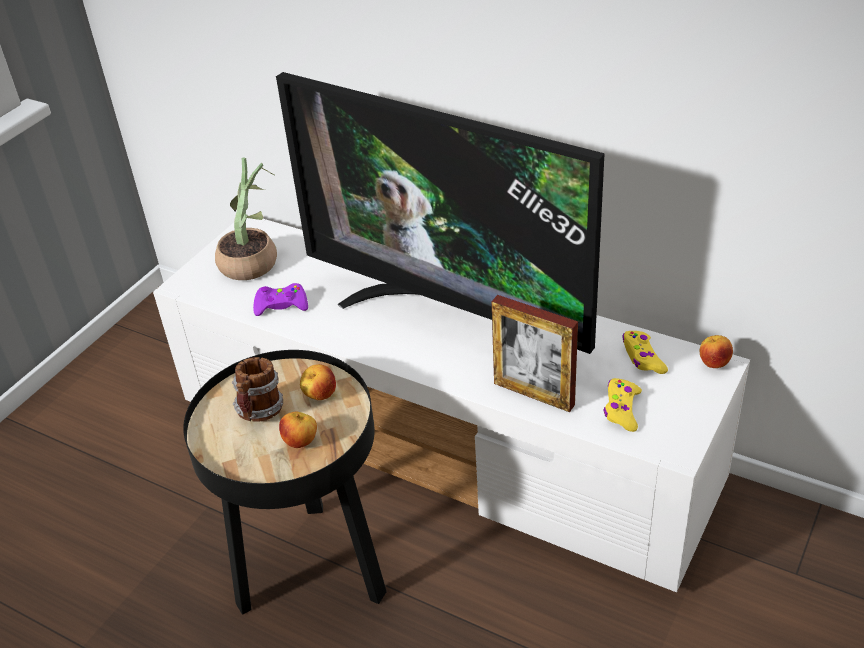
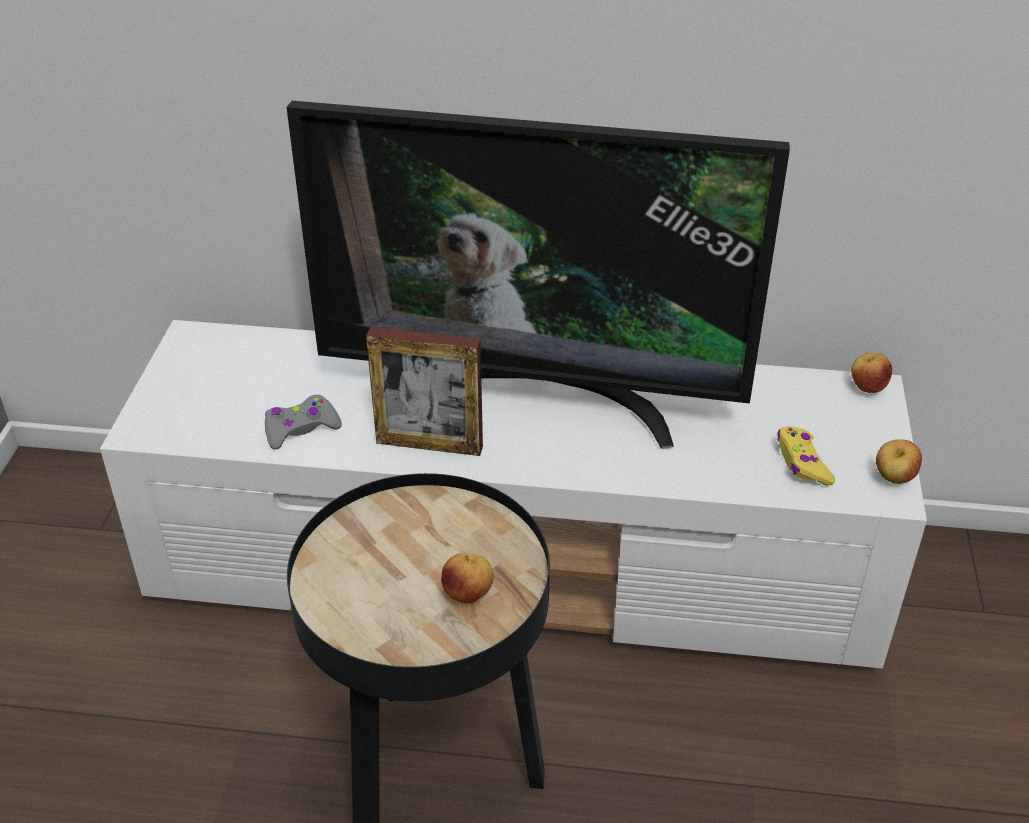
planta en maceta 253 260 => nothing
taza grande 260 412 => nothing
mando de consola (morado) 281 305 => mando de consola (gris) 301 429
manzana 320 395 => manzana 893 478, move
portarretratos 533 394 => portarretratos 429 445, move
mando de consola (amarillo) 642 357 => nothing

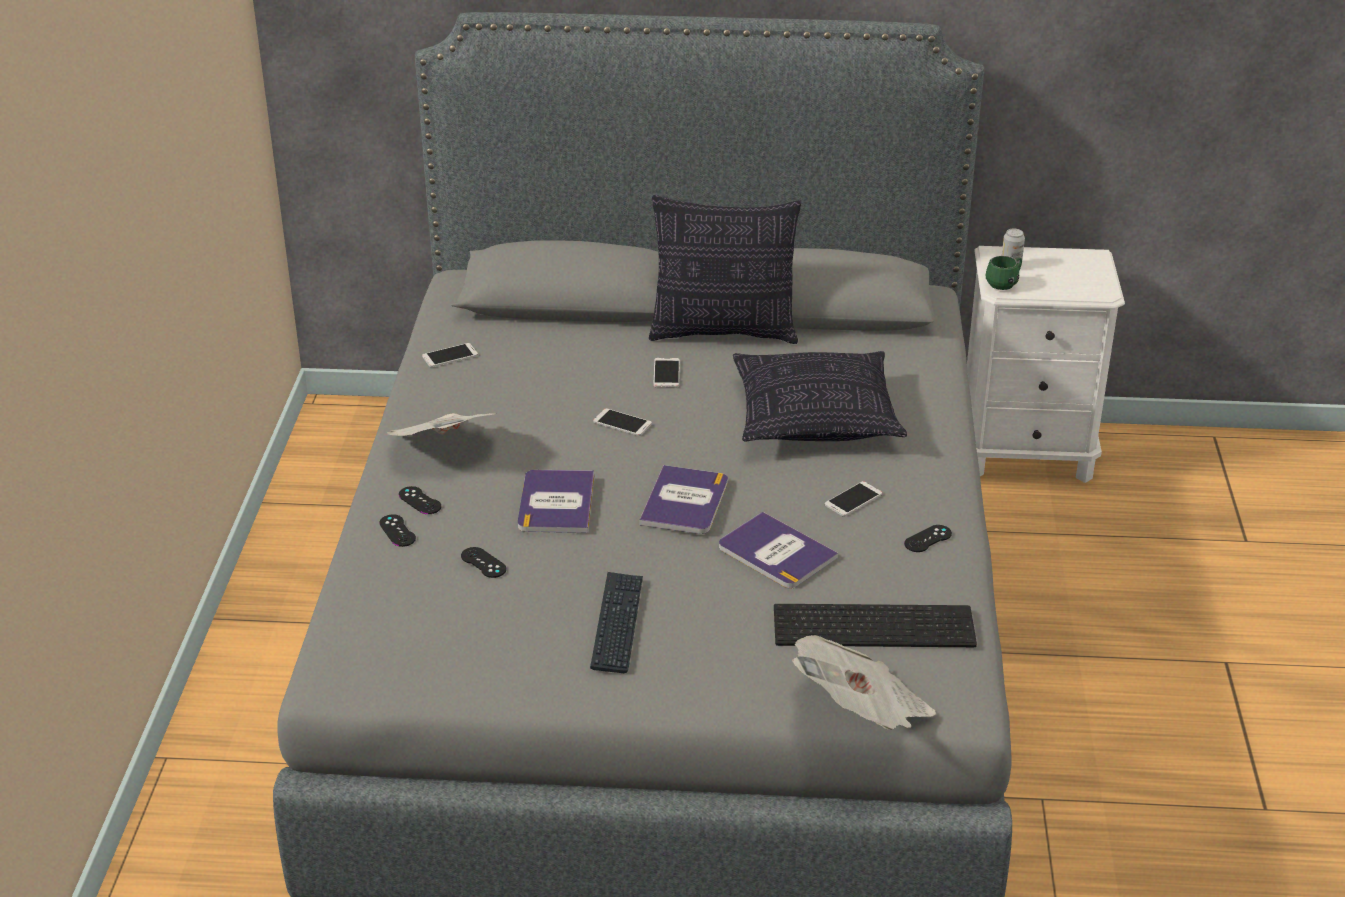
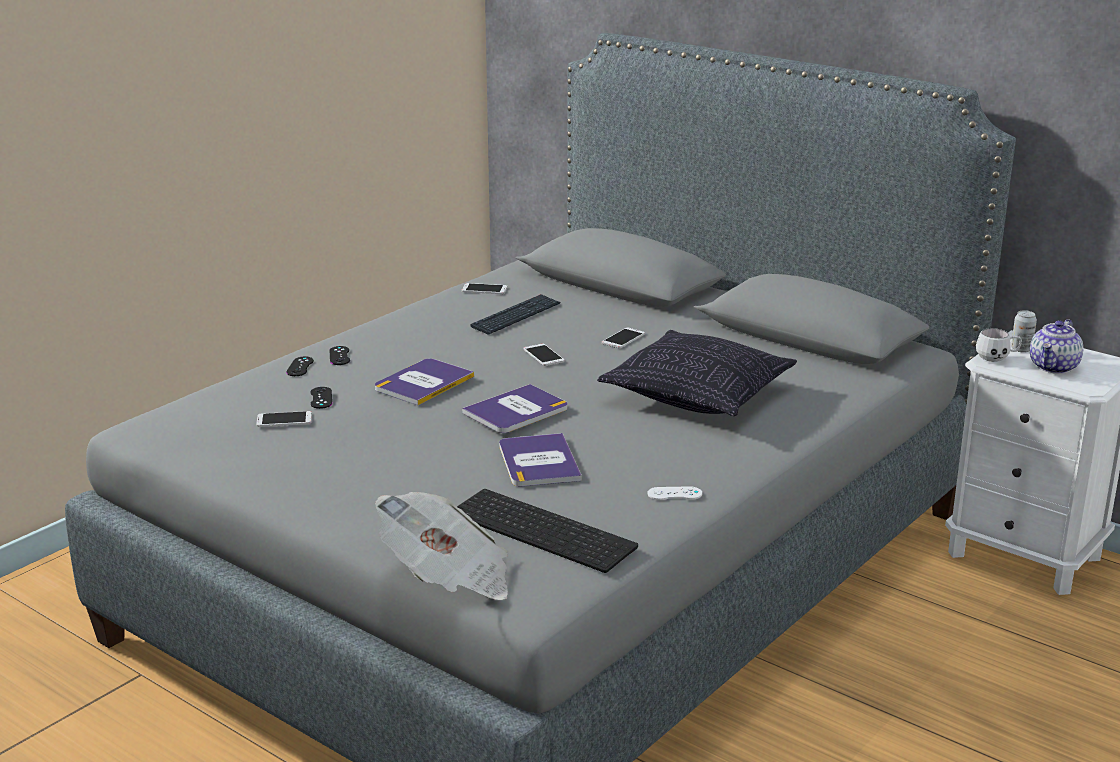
periódico 443 449 => nothing
teclado 617 623 => teclado 516 316, move
cojín 724 332 => nothing
móvil 853 499 => móvil 284 420, move
mando de consola (negro) 928 539 => mando de consola (blanco) 674 494
taza grande (verde) 1005 284 => taza grande (blanco) 997 358
nothing => tetera 1054 367

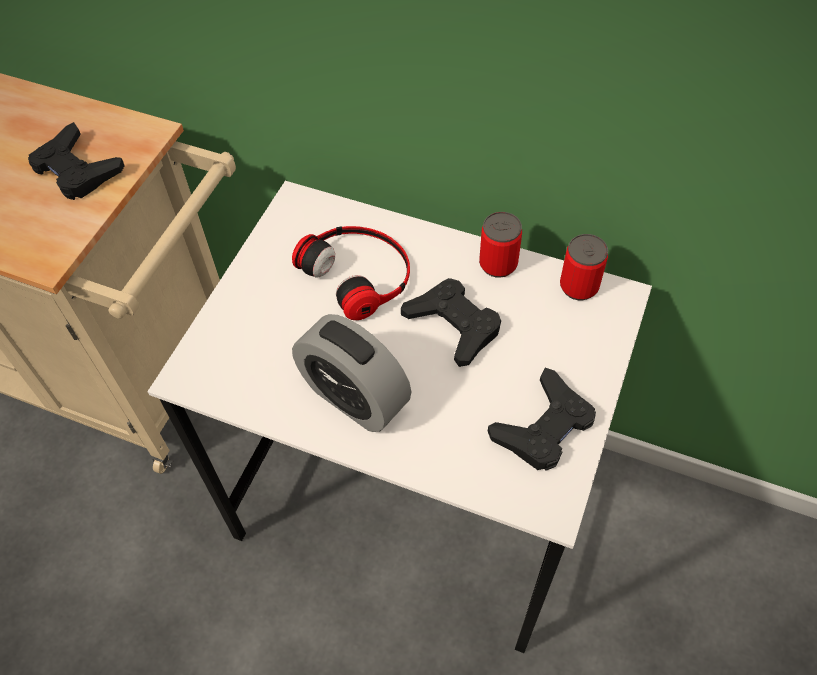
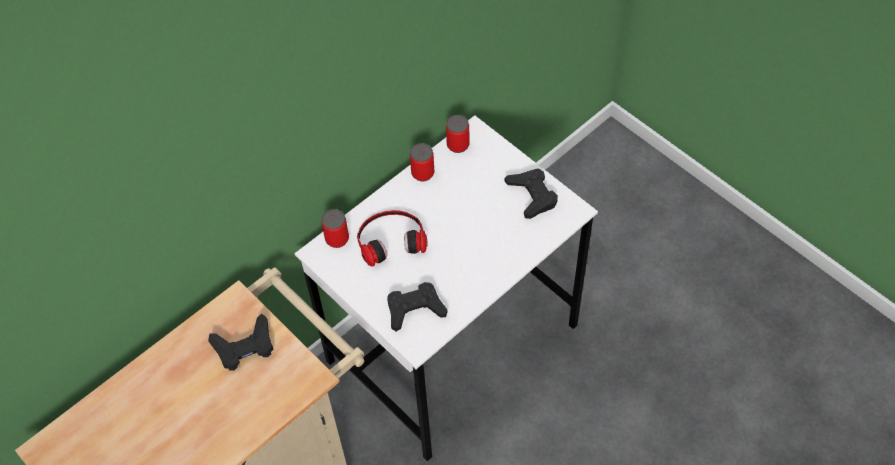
despertador 354 397 => nothing
mando de consola (negro) 453 325 => mando de consola (negro) 415 309, move
nothing => lata 337 239

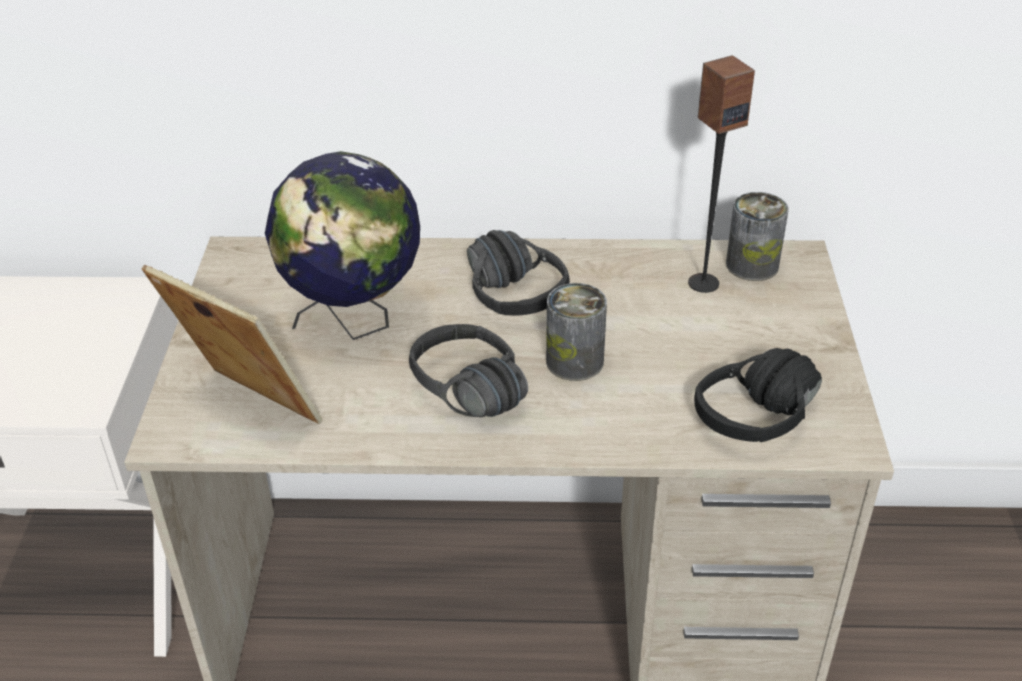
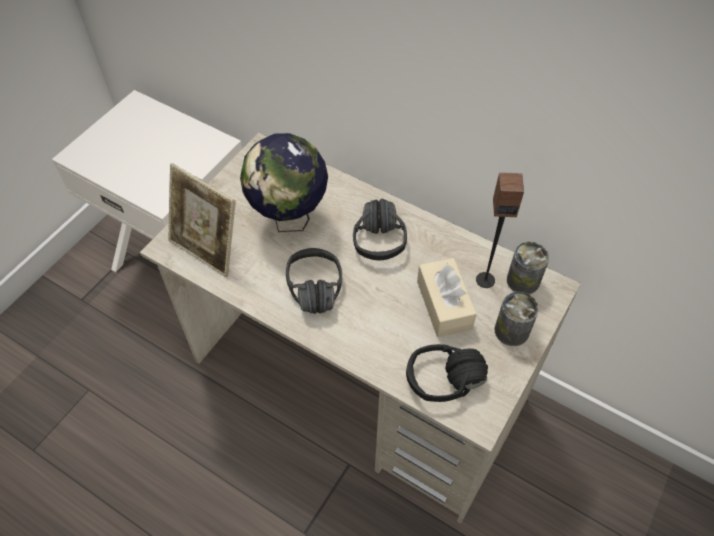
portarretratos 248 409 => portarretratos 207 249, 150 degrees clockwise
lata 574 361 => lata 511 331, move
nothing => caja de pañuelos (beis) 444 305

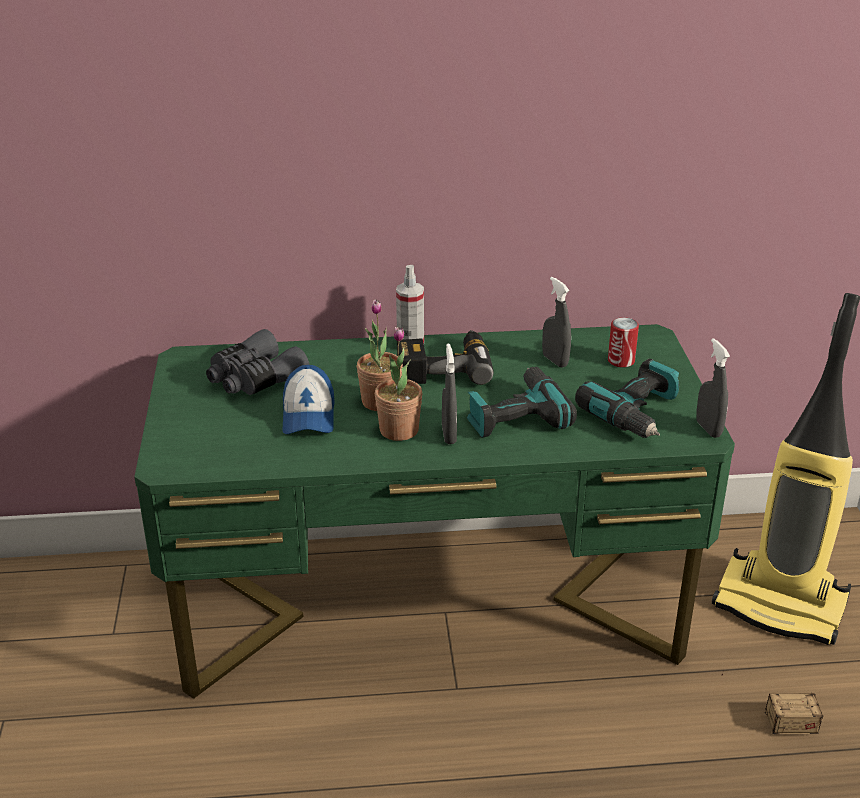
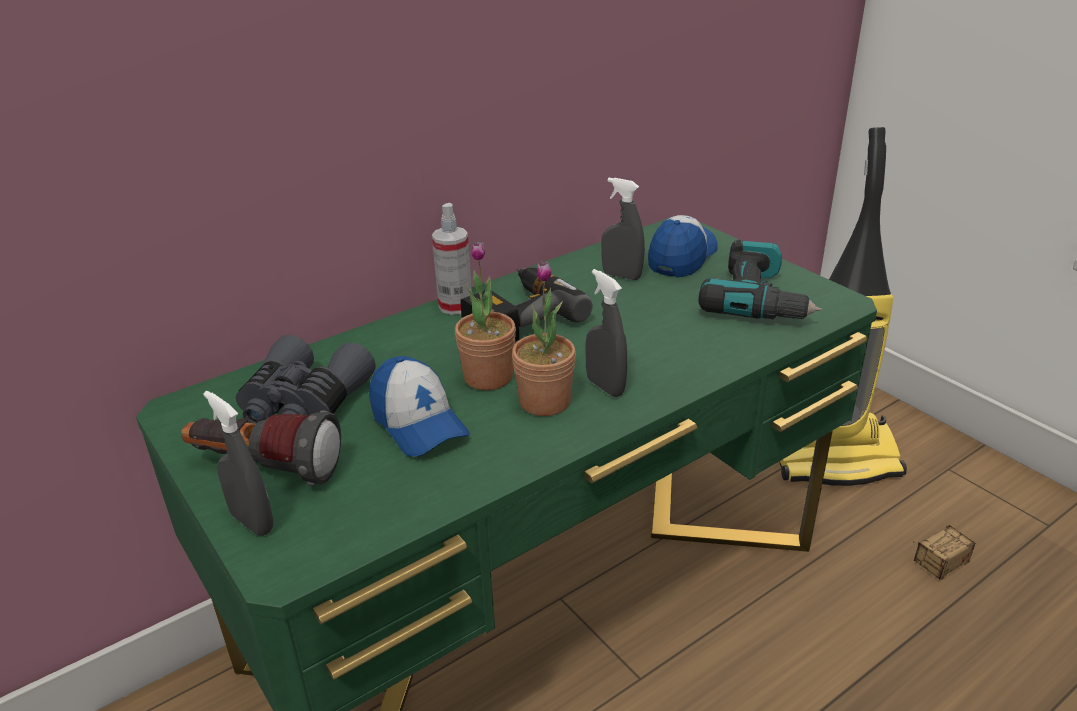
taladro 515 414 => nothing
lata 621 361 => gorra 682 257
pulverizador (gris) 708 429 => pulverizador (gris) 252 522, move
nothing => linterna 265 469

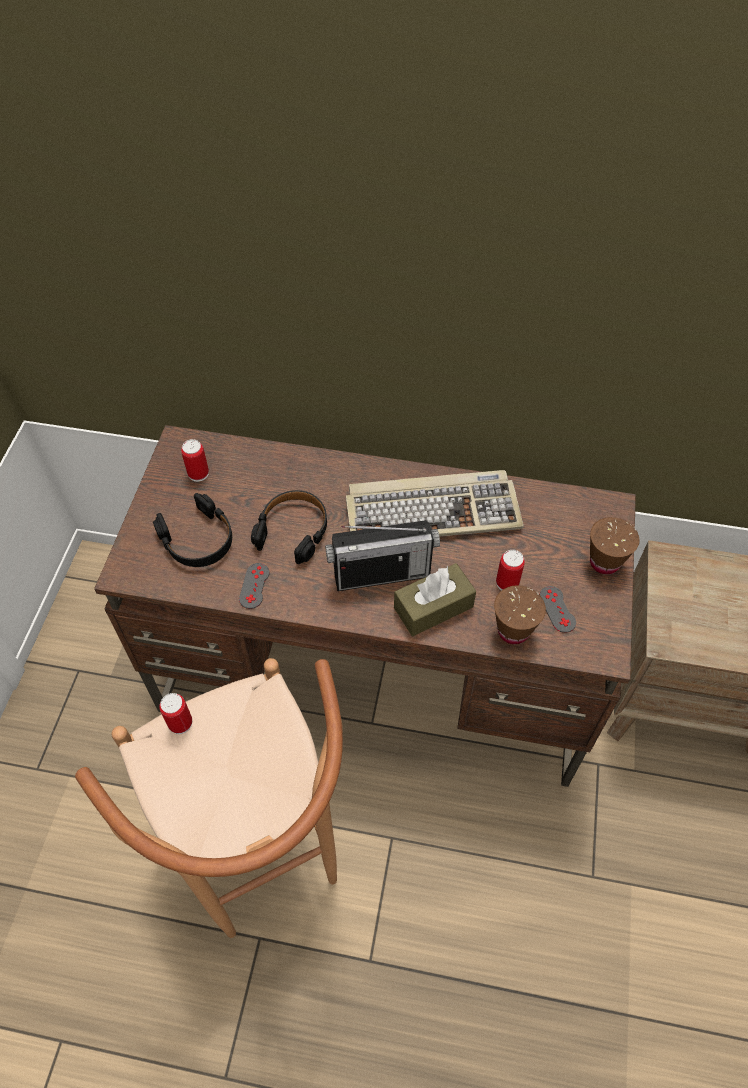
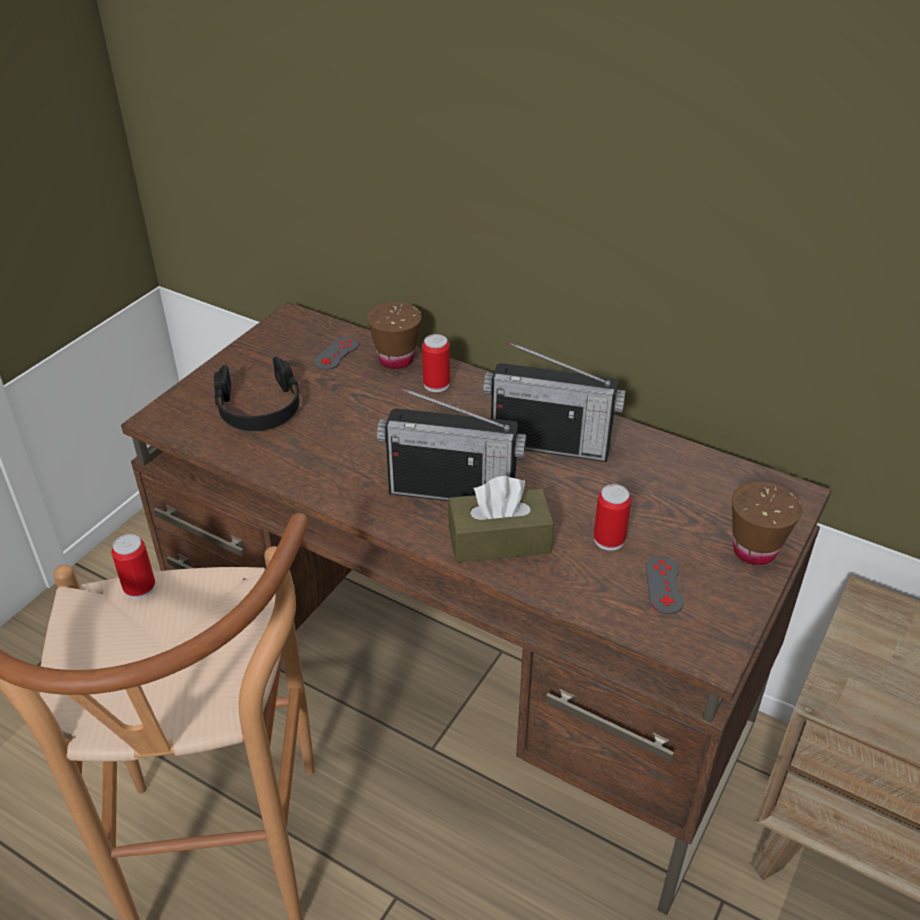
lata 198 473 => lata 436 384, move
mando de consola (gris) 254 586 => mando de consola (gris) 336 354, move
auriculares (negro) 293 530 => nothing
teclado 433 511 => radio 550 444
taza (marrón) 513 631 => taza (marrón) 396 360, move

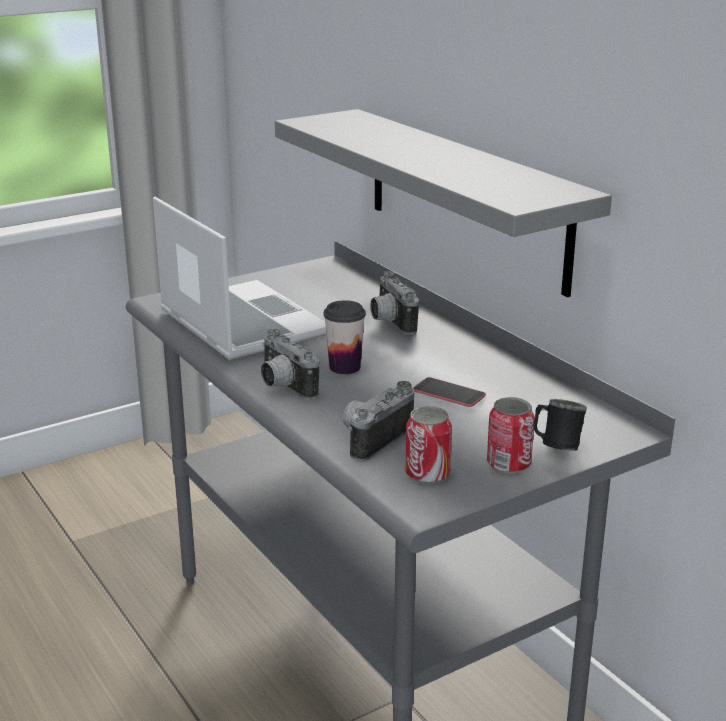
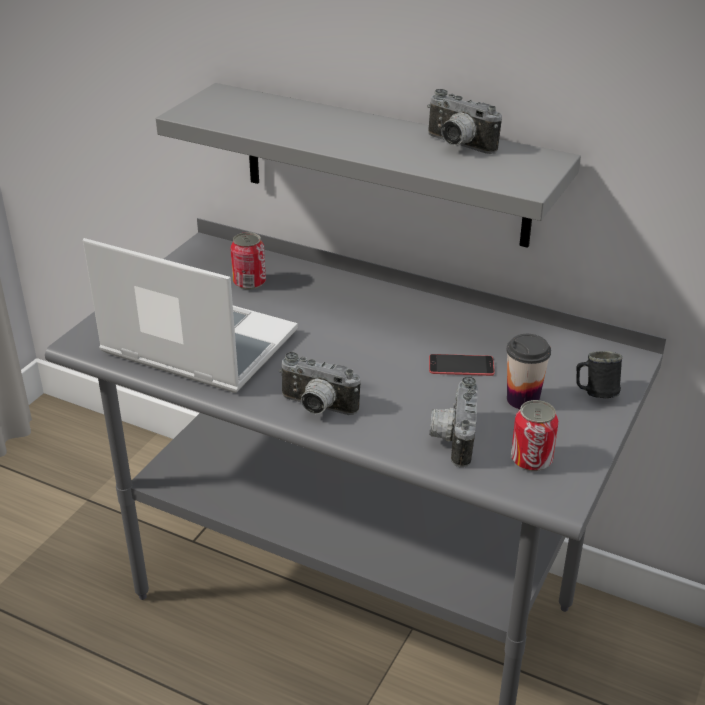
taza 344 367 => taza 522 399, move
cámara 389 322 => cámara 457 146, move
lata 508 464 => lata 249 282, move

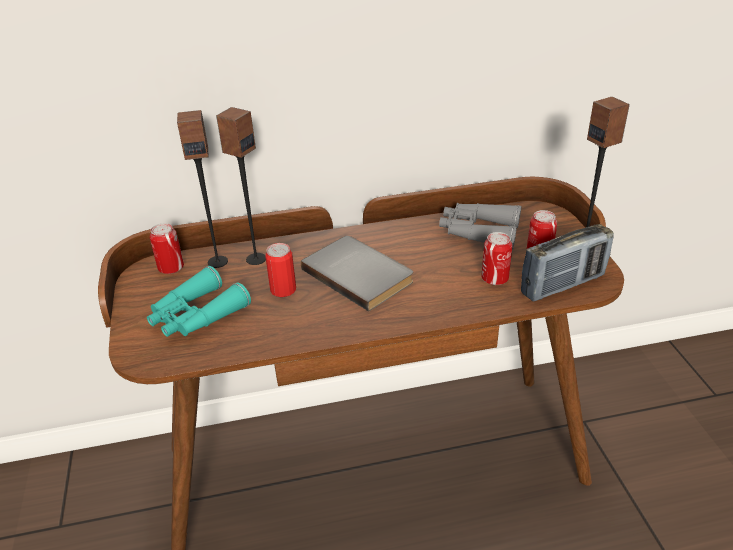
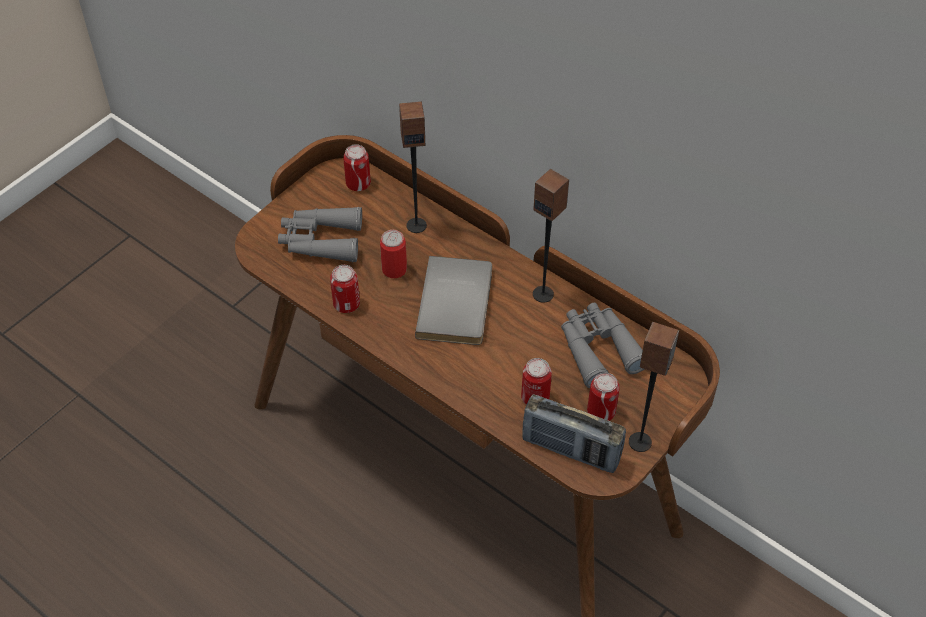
prismáticos (turquesa) 196 315 => prismáticos (gris) 320 241
altavoz 218 261 => altavoz 543 294, move
nothing => lata 346 304

